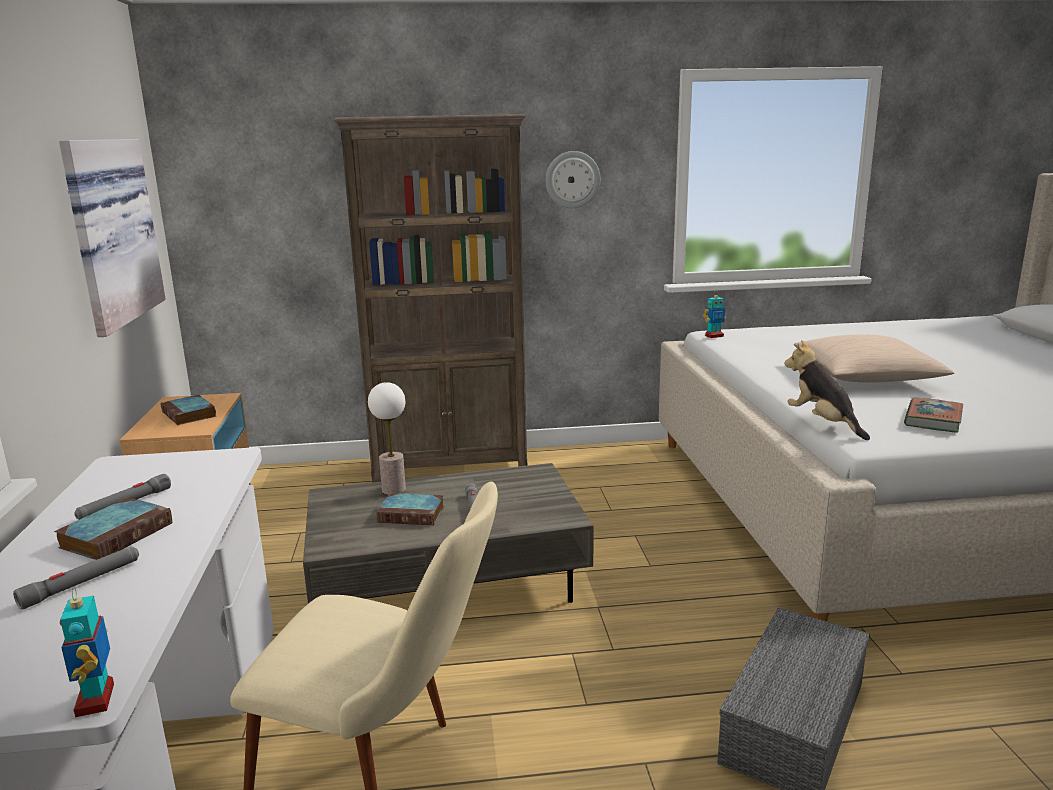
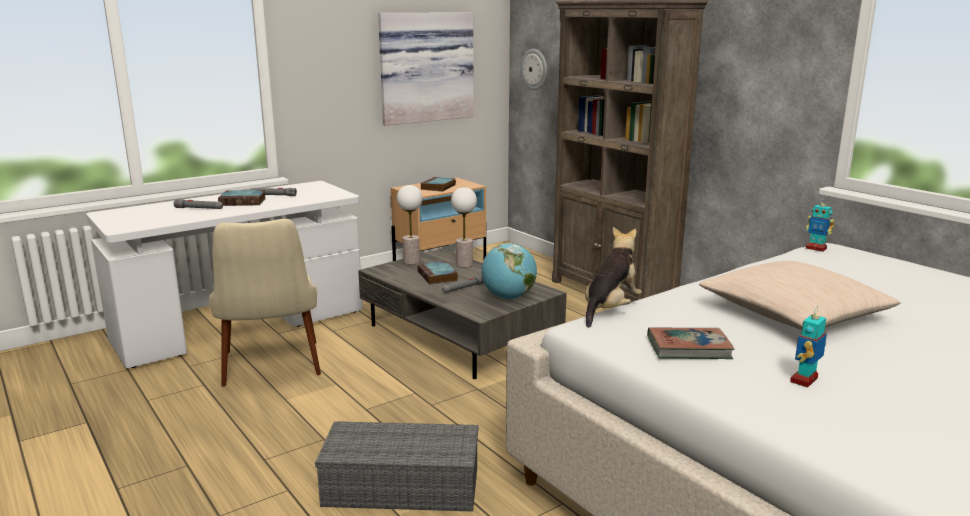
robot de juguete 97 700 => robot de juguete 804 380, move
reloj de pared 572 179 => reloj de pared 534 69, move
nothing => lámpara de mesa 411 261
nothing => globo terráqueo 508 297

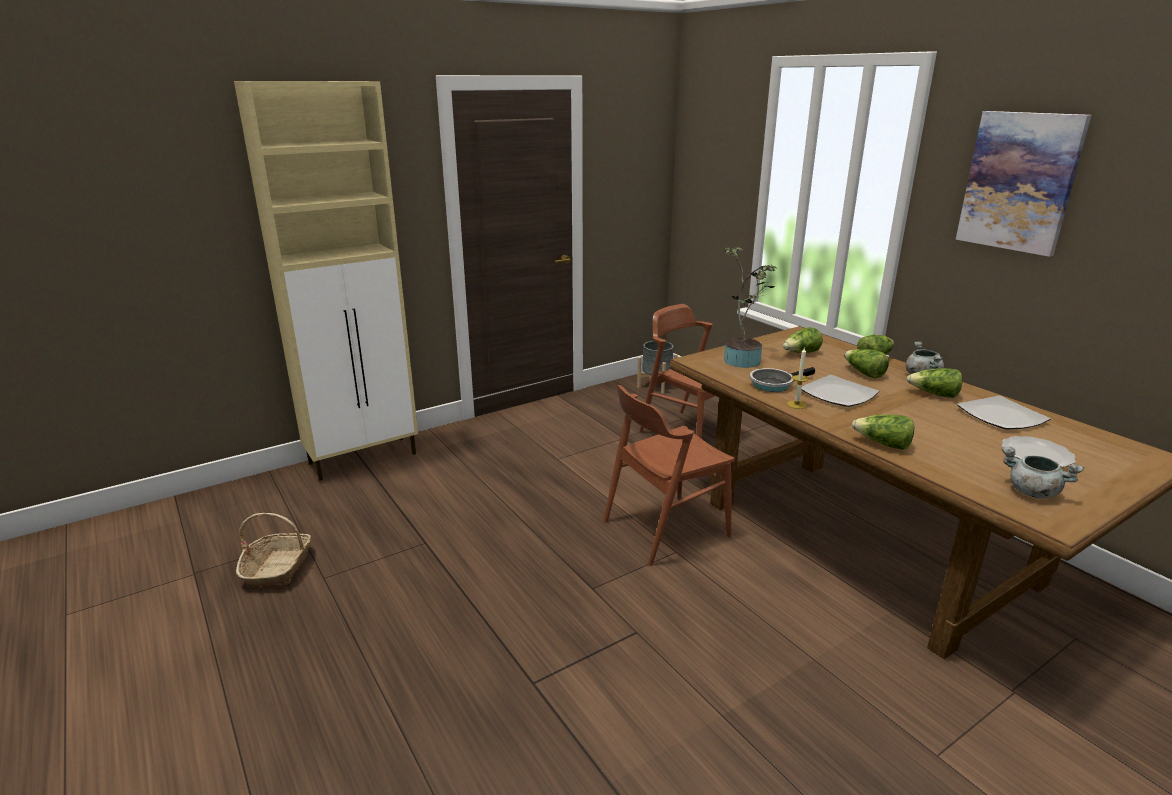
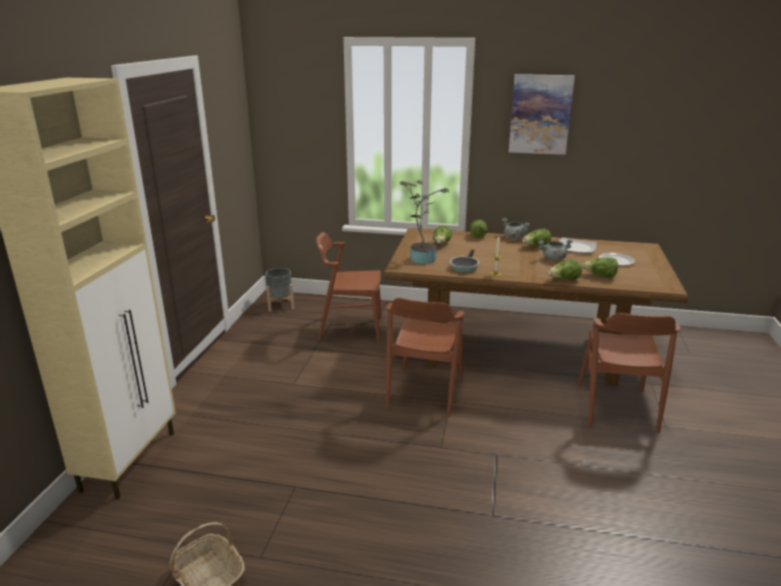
plato 839 394 => nothing
lechuga 864 373 => lechuga 600 275, move
olla (gris) 1031 492 => olla (gris) 553 259, move
nothing => silla (marrón) 616 408

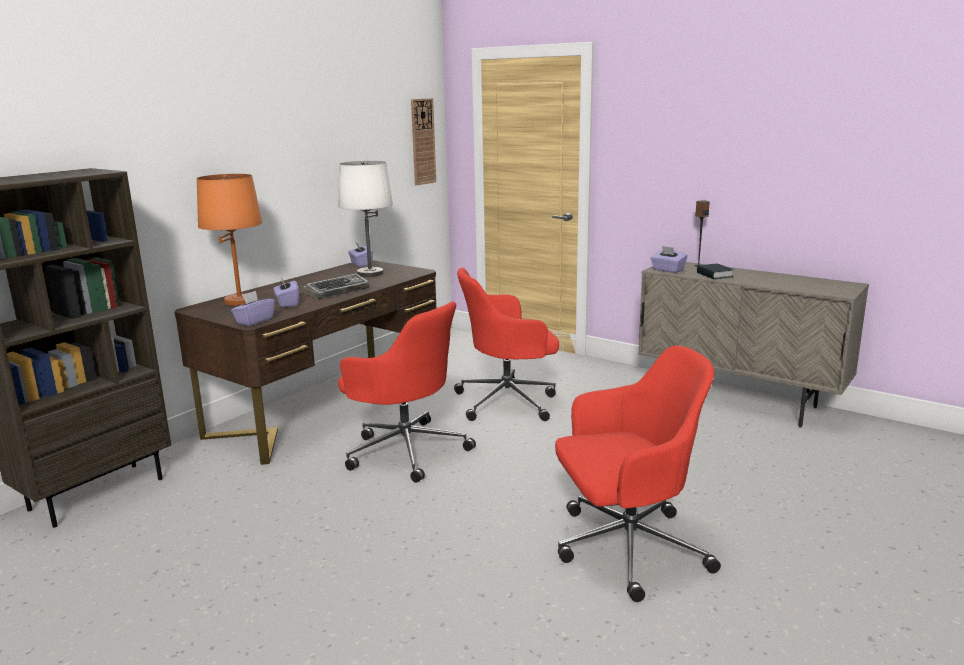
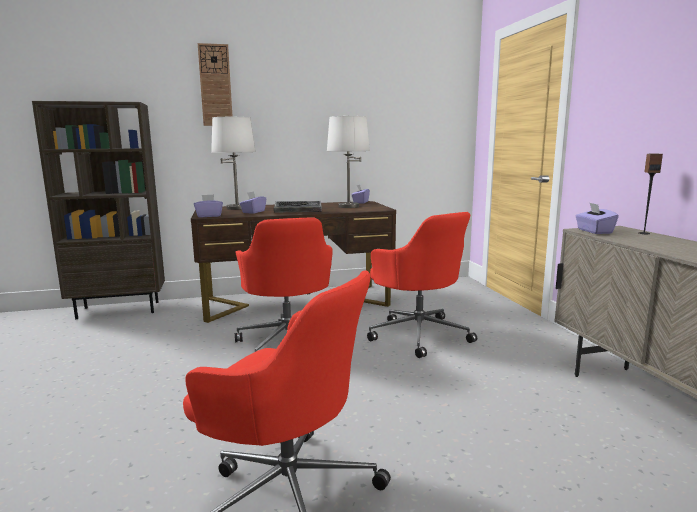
lámpara de mesa (naranja) 239 301 => lámpara de mesa (blanco) 237 208
reloj de pared 423 141 => reloj de pared 215 85, move
silla de oficina (rojo) 509 401 => silla de oficina (rojo) 418 334, 150 degrees counterclockwise
libro 714 275 => nothing

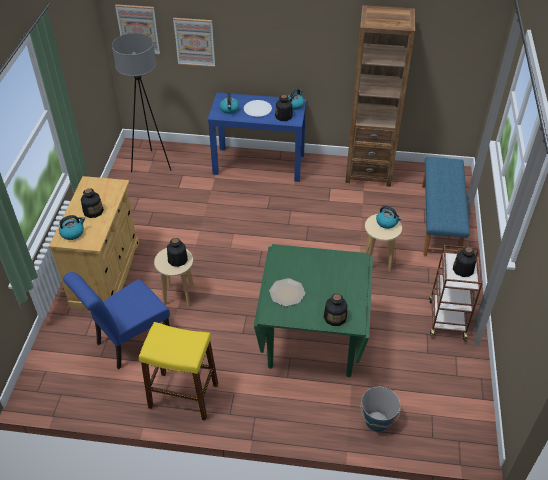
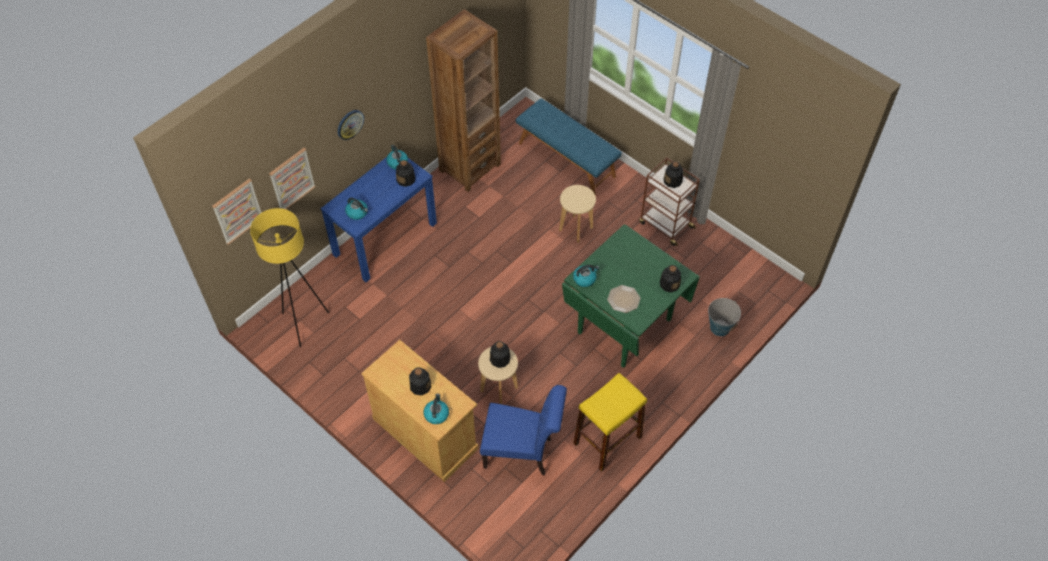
silla (azul) 129 342 => silla (azul) 522 453, 75 degrees counterclockwise
lámpara de pie (gris) 151 164 => lámpara de pie (amarillo) 304 324
plato (blanco) 257 109 => nothing
hervidor 387 222 => hervidor 585 279, move
nothing => reloj de pared 350 124

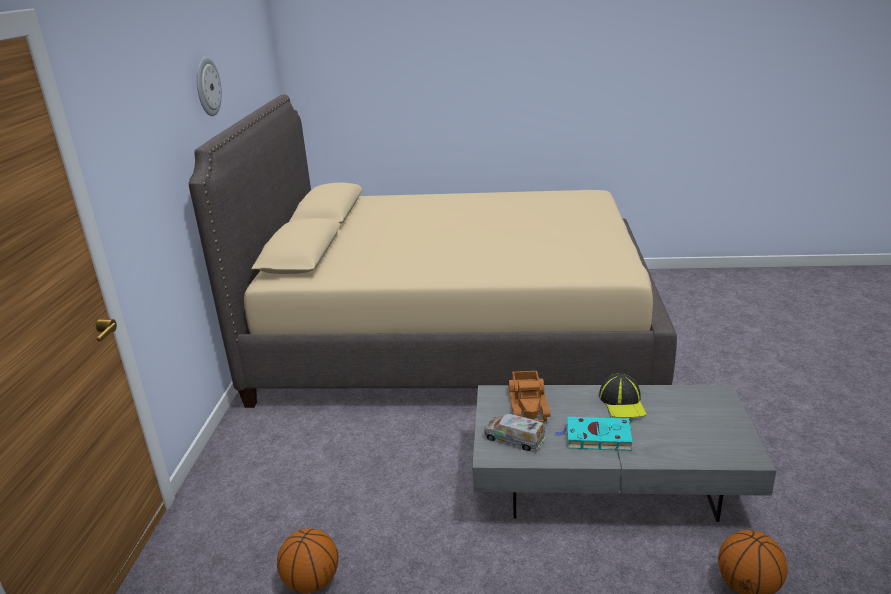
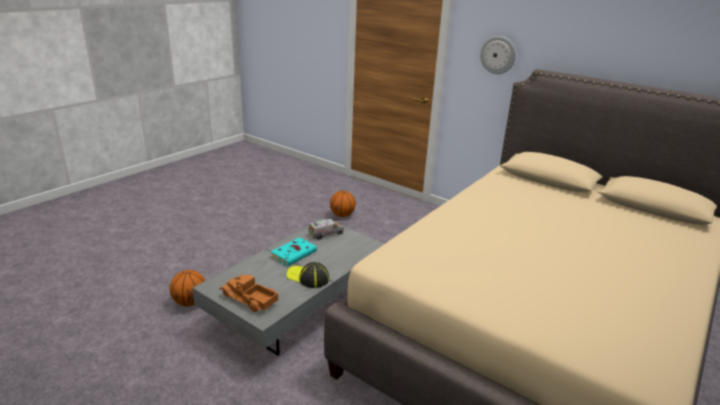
reloj de pared 207 87 => reloj de pared 498 55, move
camión de juguete 529 404 => camión de juguete 249 299, move

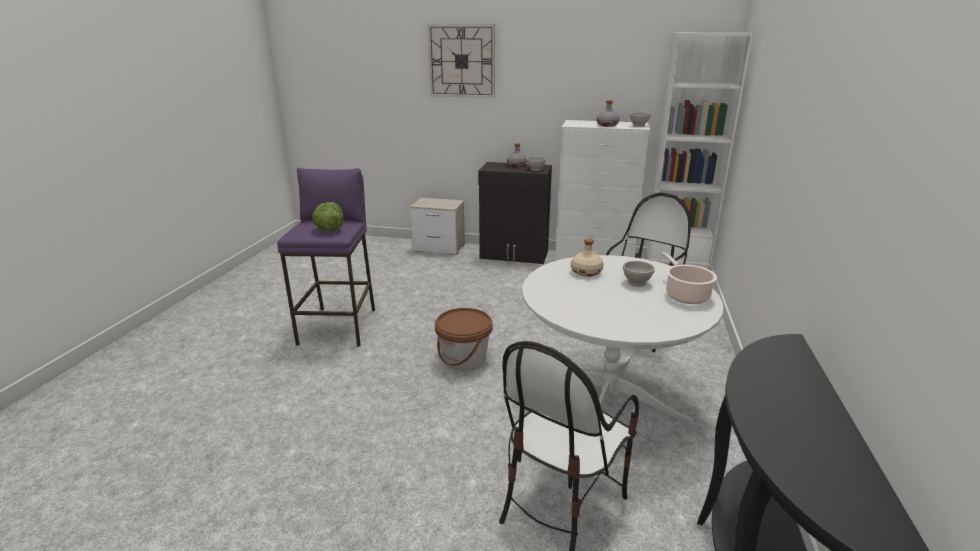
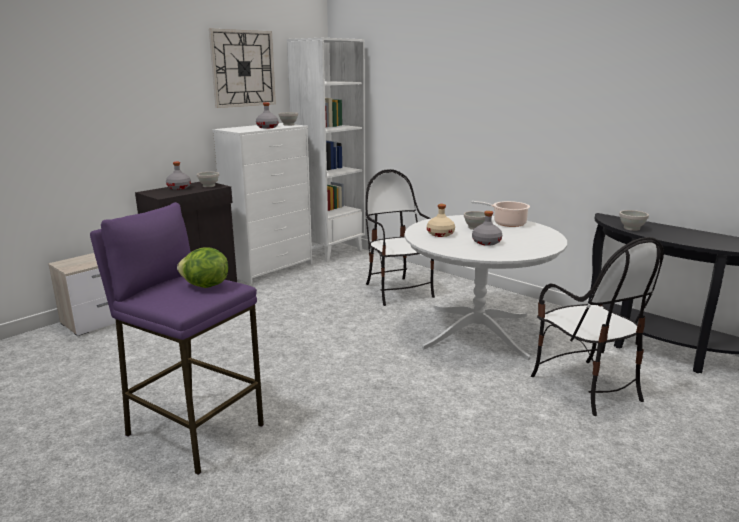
reloj de pared 462 61 => reloj de pared 243 68, move
cubo (marrón) 464 359 => nothing
nothing => botella (gris) 486 242
nothing => cuenco (blanco) 631 228

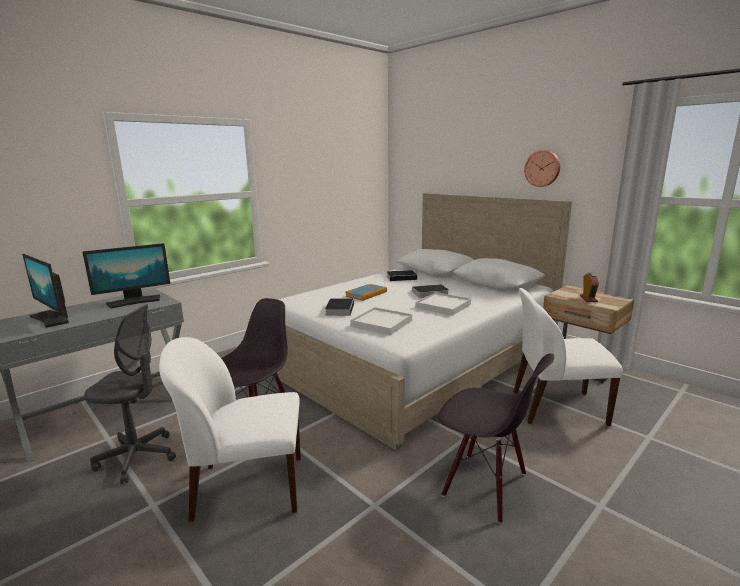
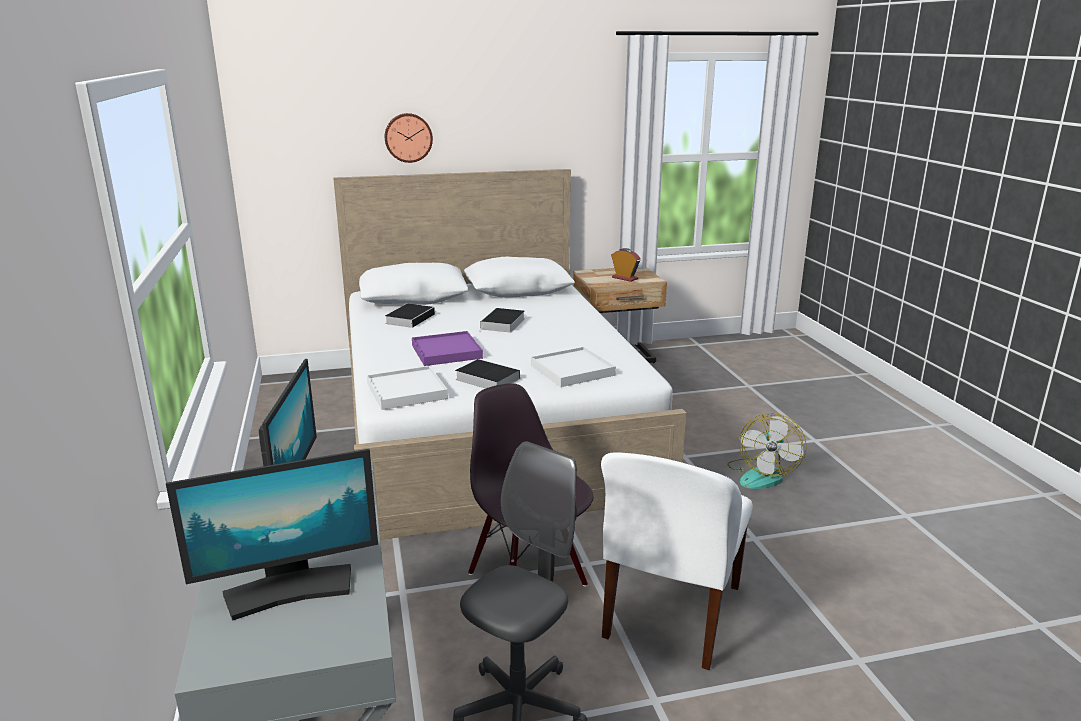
libro 366 294 => bandeja (morado) 446 352
bandeja (blanco) 443 306 => bandeja (blanco) 406 391, move
silla (negro) 484 485 => ventilador 762 475
silla (blanco) 556 407 => nothing
reloj de pared 542 168 => reloj de pared 408 137, move

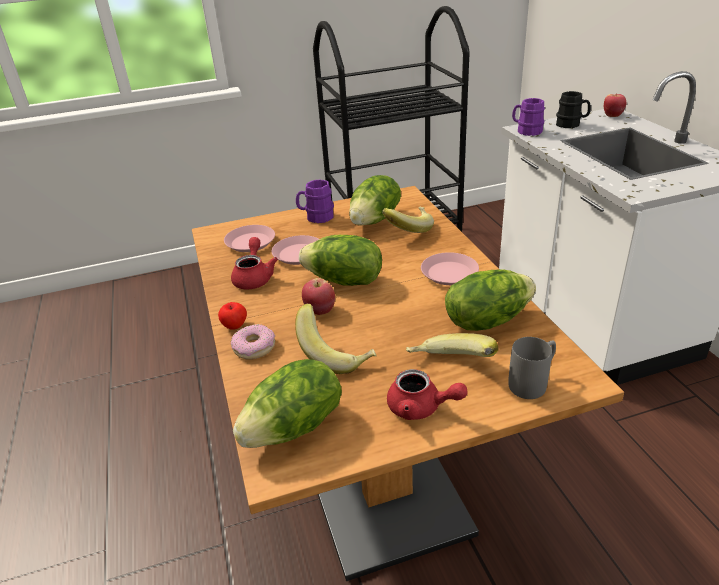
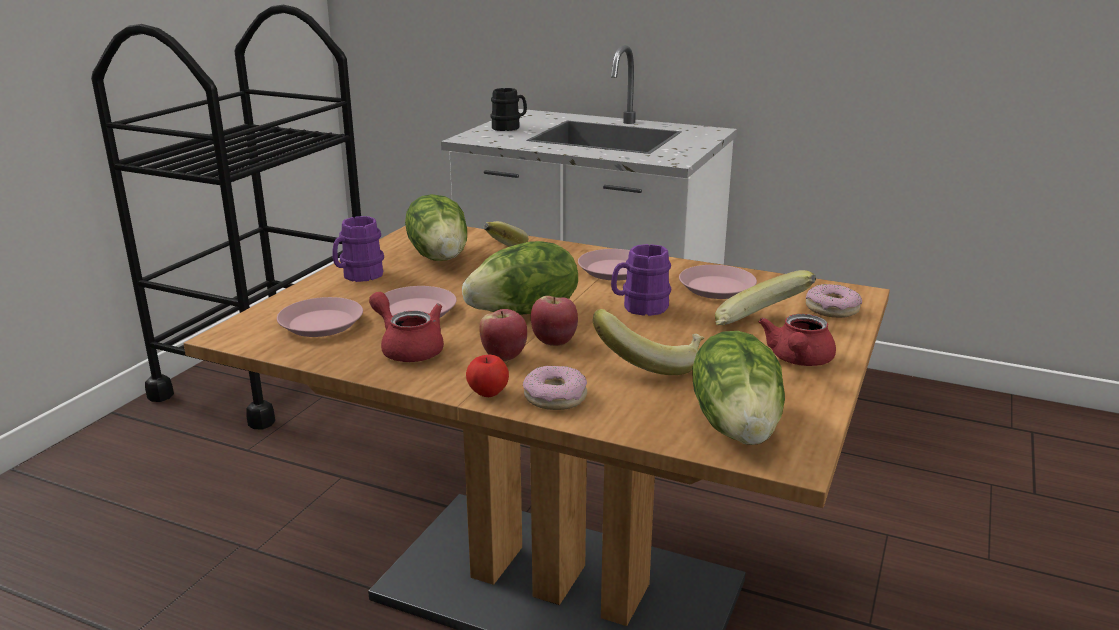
tetera (rojo) 421 408 => tetera (rojo) 798 360, 135 degrees clockwise
lechuga 486 320 => plato (rosa) 716 288
taza grande (gris) 533 382 => rosquilla 832 309
taza grande (morado) 526 131 => taza grande (morado) 639 307, move
manzana 612 116 => manzana 504 356, move

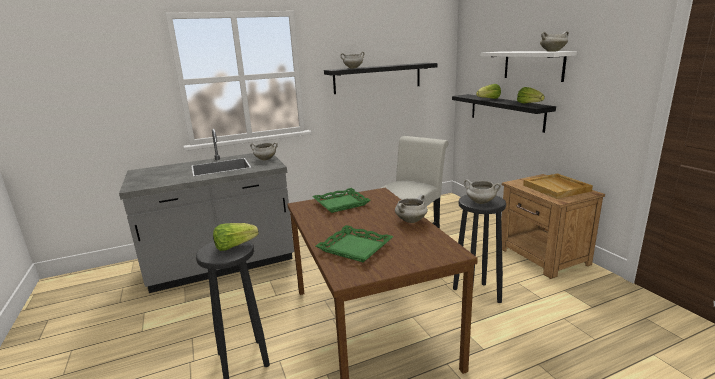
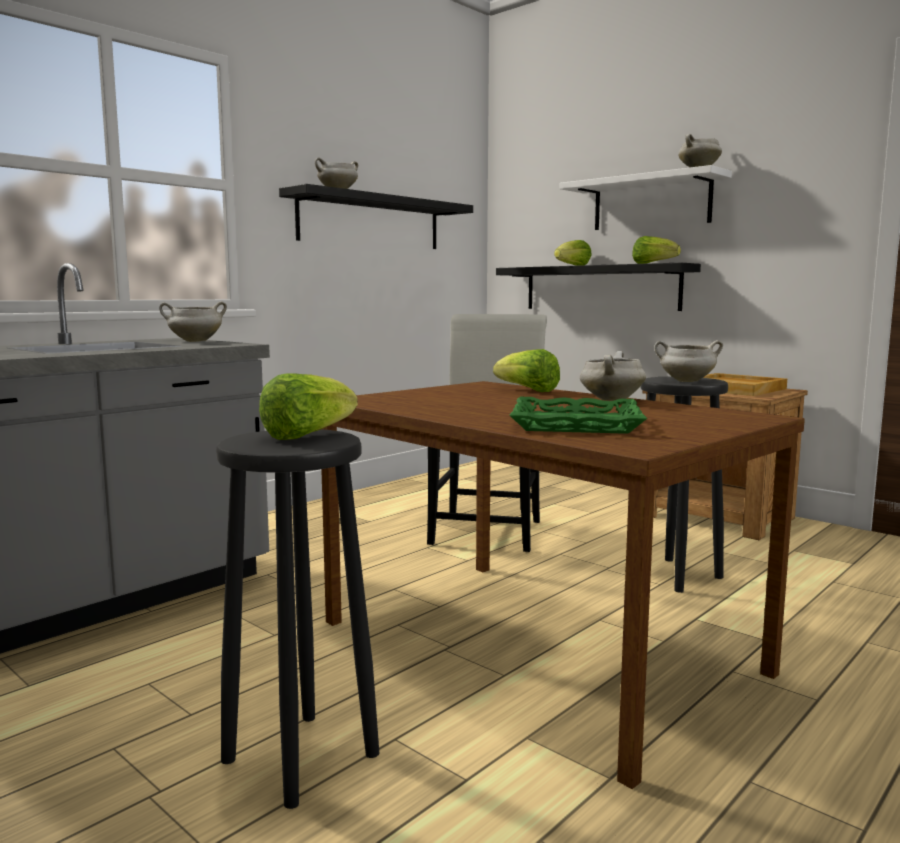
bandeja (verde) 341 203 => nothing
nothing => lechuga 527 390

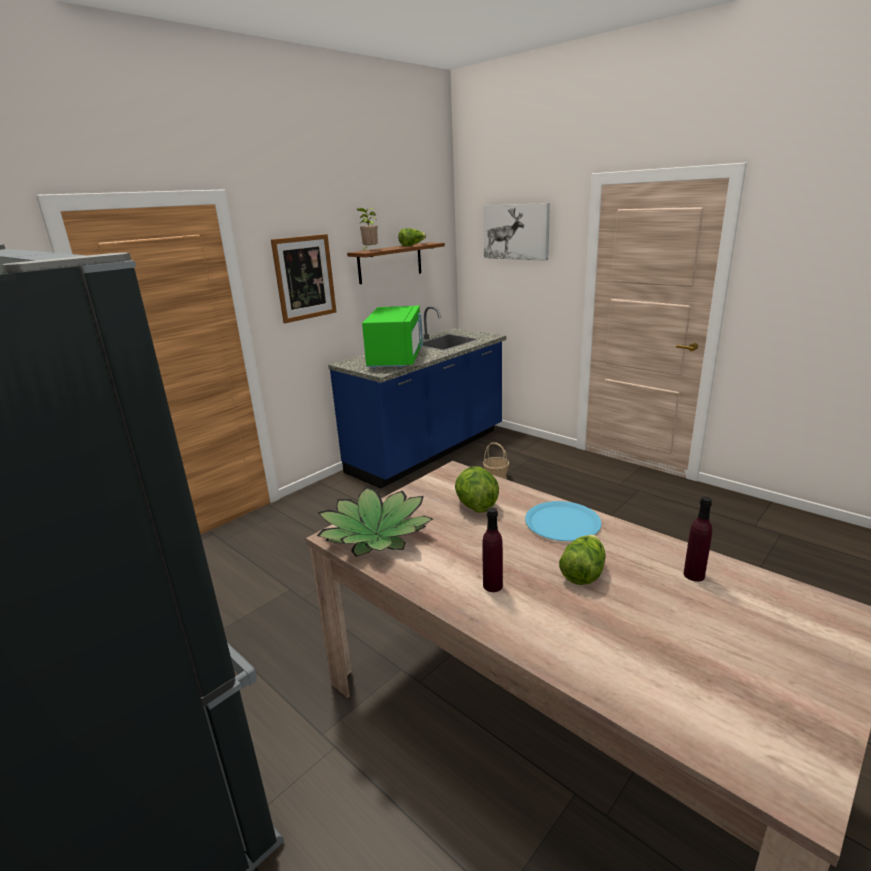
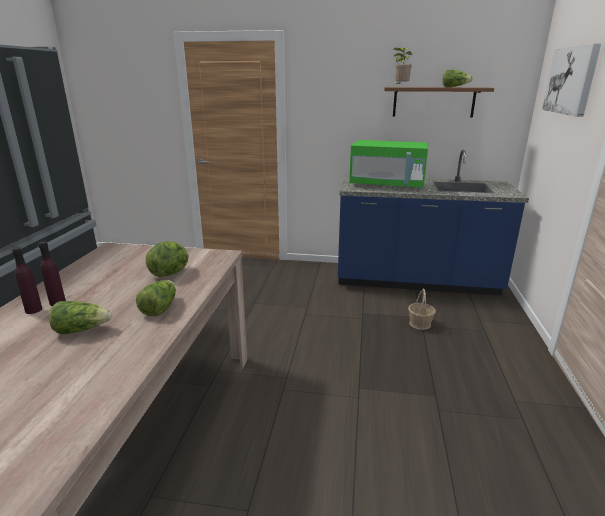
cuadro 304 278 => nothing
planta en maceta 376 534 => nothing
microondas (verde) 396 359 => microondas (verde) 387 185, 45 degrees clockwise
plato (azul) 562 522 => lechuga 159 308
botella (morado) 694 575 => botella (morado) 33 310, move

